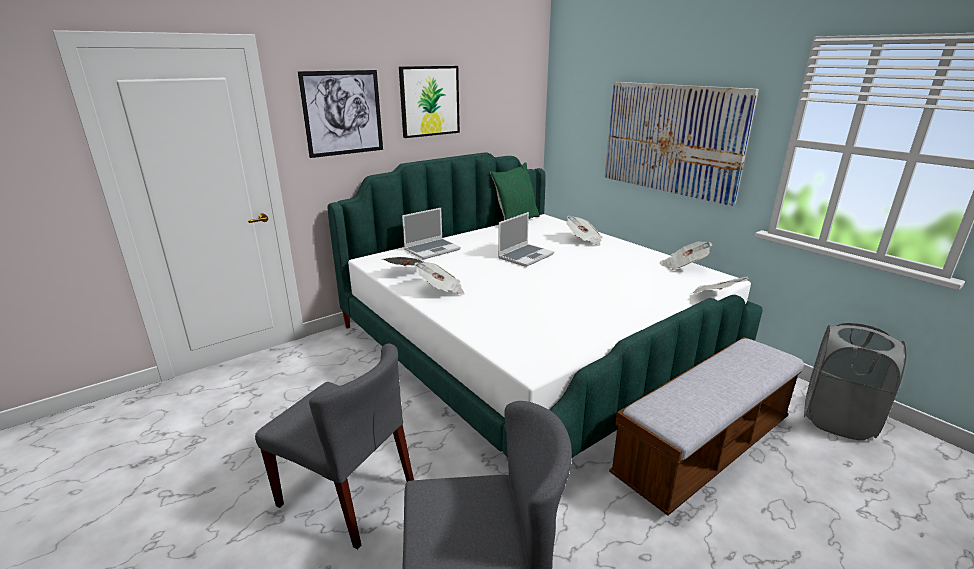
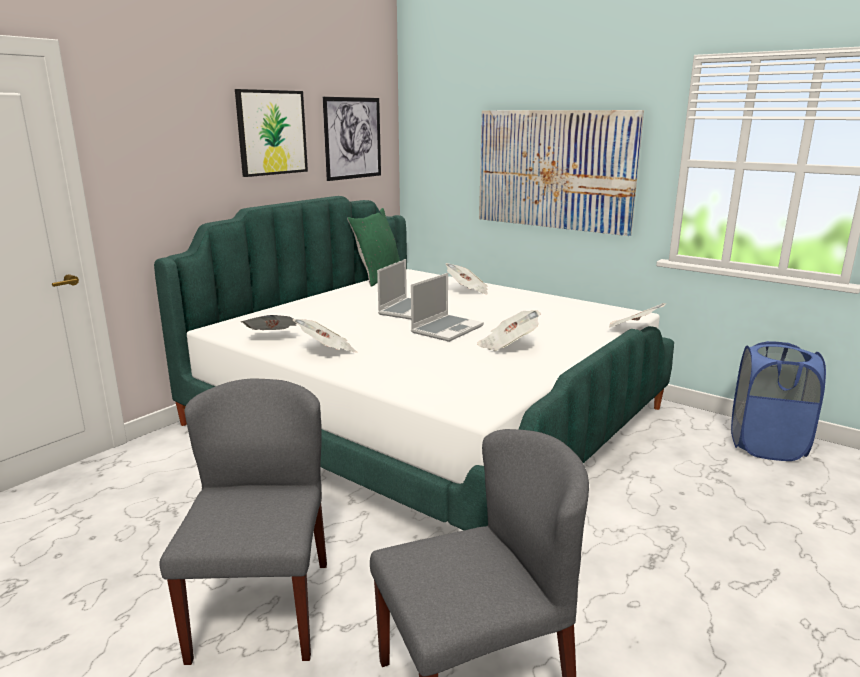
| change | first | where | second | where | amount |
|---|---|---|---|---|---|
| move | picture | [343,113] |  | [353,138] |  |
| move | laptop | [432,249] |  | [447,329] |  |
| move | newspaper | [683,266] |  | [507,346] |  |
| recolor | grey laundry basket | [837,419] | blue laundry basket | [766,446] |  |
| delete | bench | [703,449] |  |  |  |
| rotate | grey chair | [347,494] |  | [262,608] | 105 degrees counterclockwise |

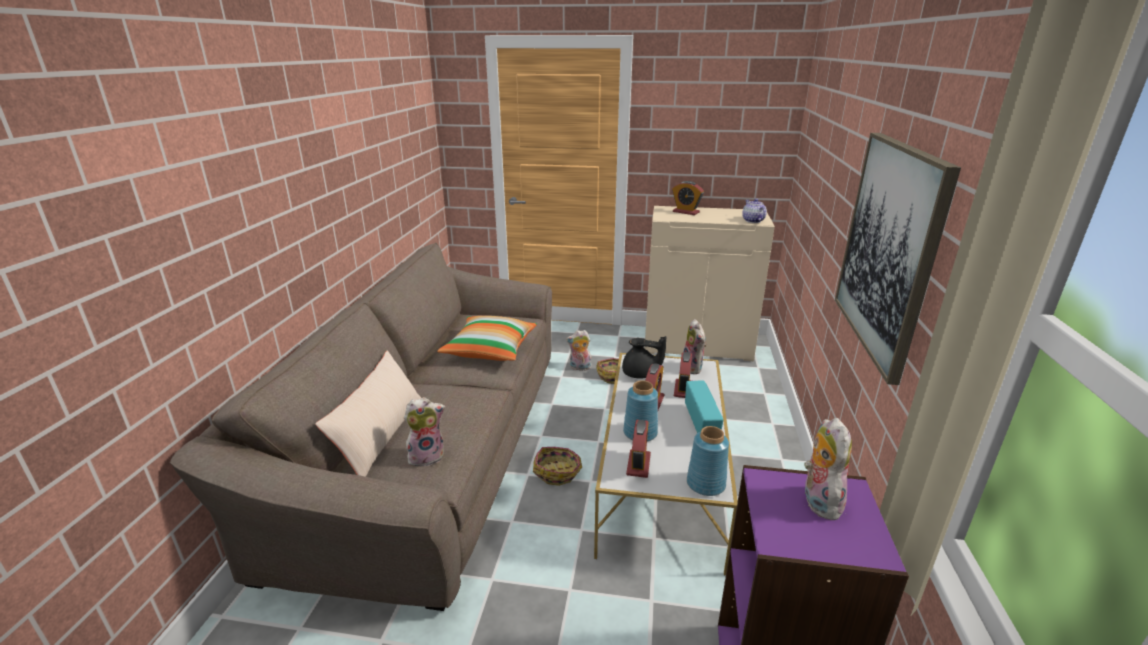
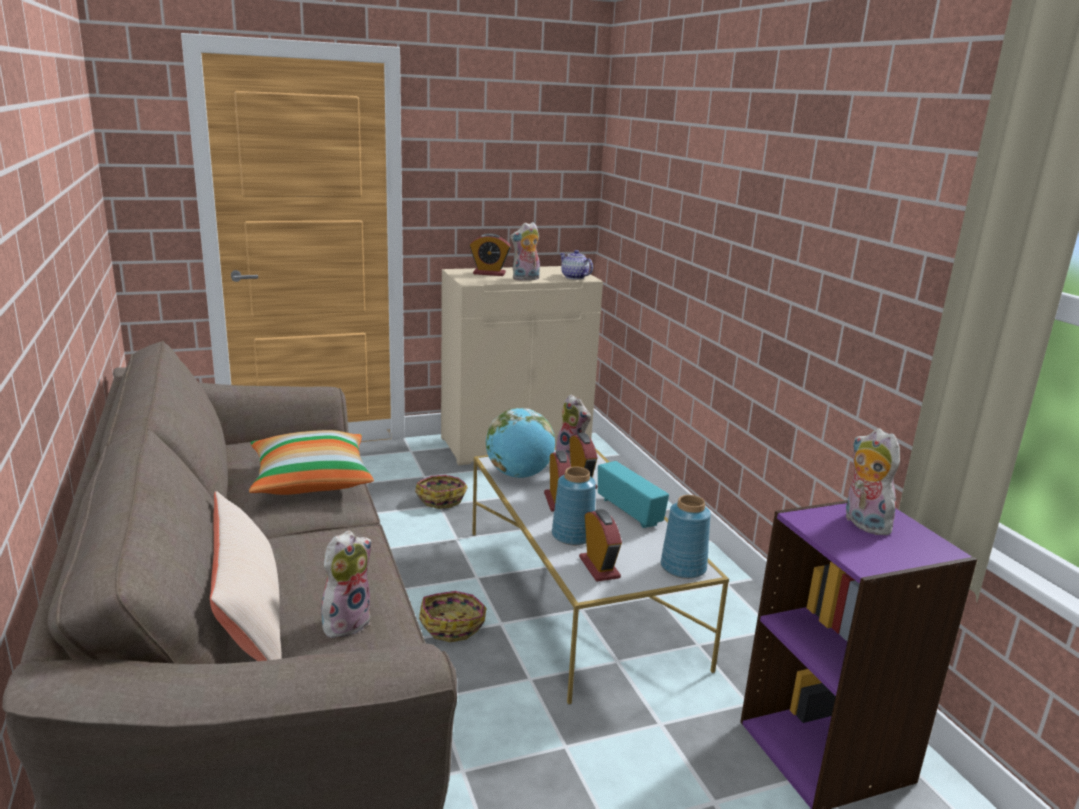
| change | first | where | second | where | amount |
|---|---|---|---|---|---|
| delete | picture | [889,249] |  |  |  |
| move | plush toy | [579,368] |  | [525,279] |  |
| replace | black teapot | [640,374] | globe | [519,475] |  |

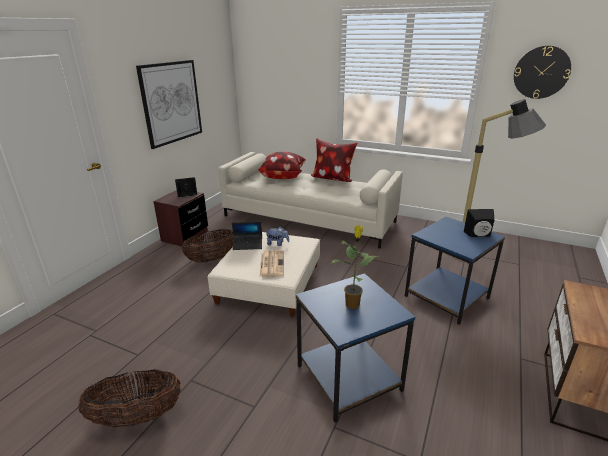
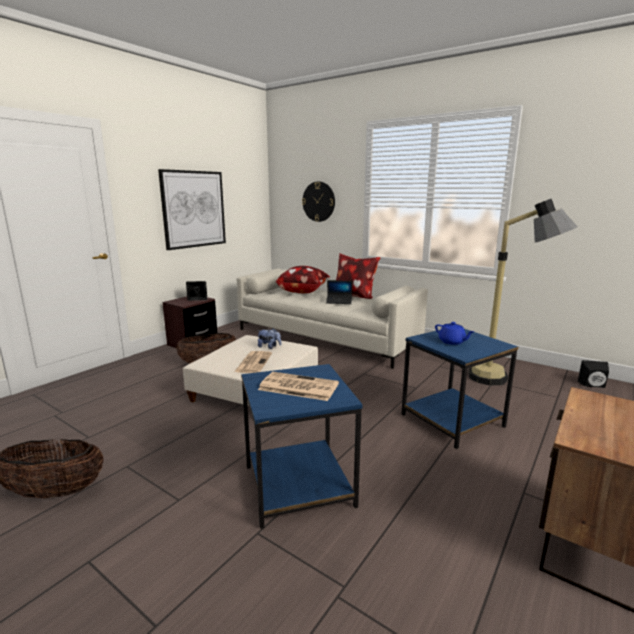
| change | first | where | second | where | amount |
|---|---|---|---|---|---|
| move | wall clock | [541,72] |  | [318,201] |  |
| move | black speaker | [478,235] |  | [593,385] |  |
| move | laptop | [248,245] |  | [339,302] |  |
| replace | potted plant | [352,304] | newspaper | [297,387] |  |
| insert |  |  | blue teapot | [452,342] |  |

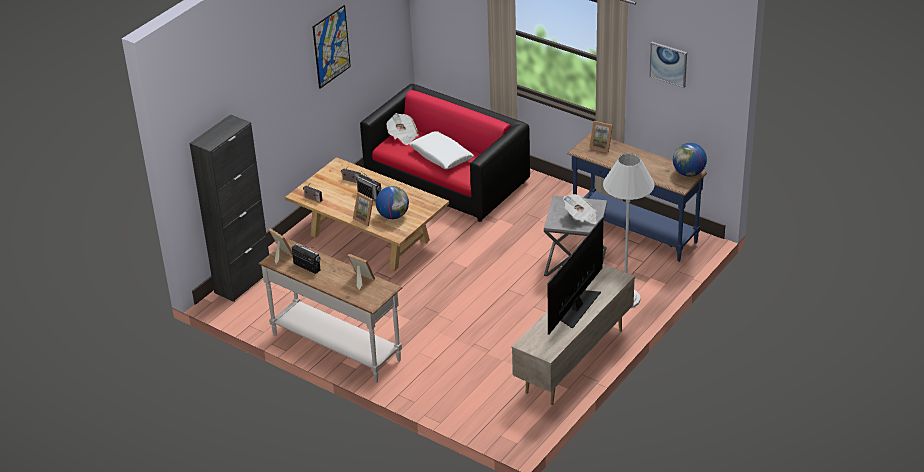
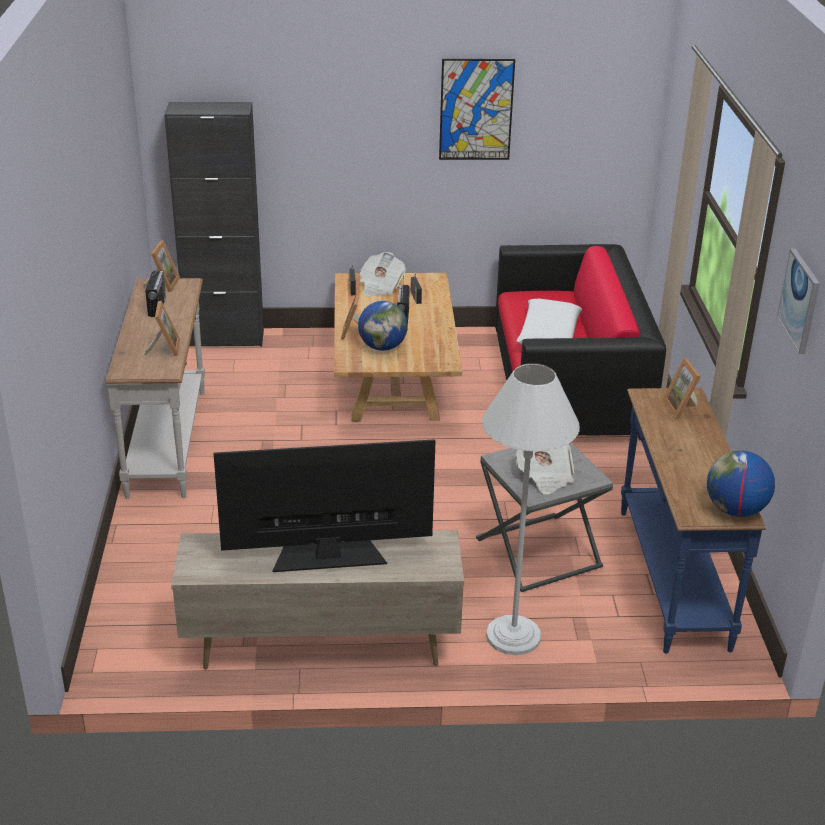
| change | first | where | second | where | amount |
|---|---|---|---|---|---|
| move | newspaper | [402,136] |  | [380,287] |  |

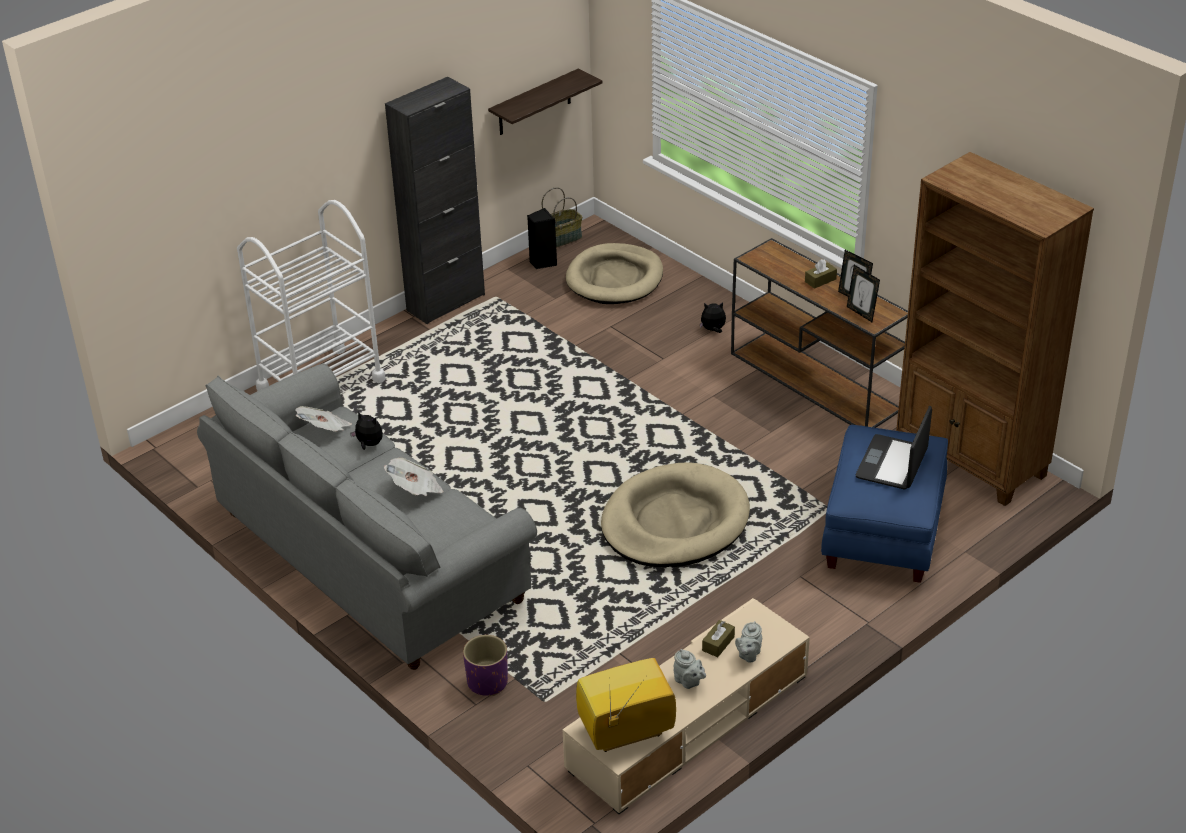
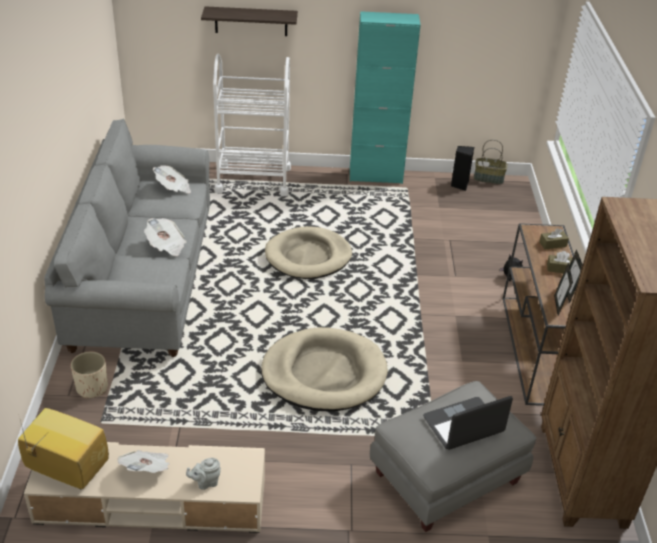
| change | first | where | second | where | amount |
|---|---|---|---|---|---|
| move | shelf | [534,103] |  | [251,21] |  |
| recolor | black cabinet | [446,302] | turquoise cabinet | [375,176] |  |
| move | beige dog bed | [615,278] |  | [308,256] |  |
| delete | plush toy | [369,444] |  |  |  |
| recolor | blue ottoman | [883,533] | grey ottoman | [446,478] |  |
| move | brown tissue box | [718,643] |  | [552,244] |  |
| recolor | purple planter | [487,682] | beige planter | [92,388] |  |
| replace | grey teapot | [688,682] | newspaper | [147,470] |  |

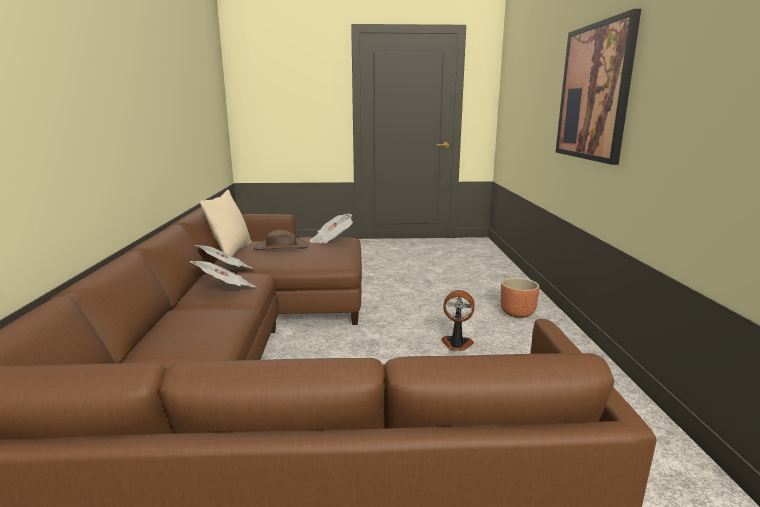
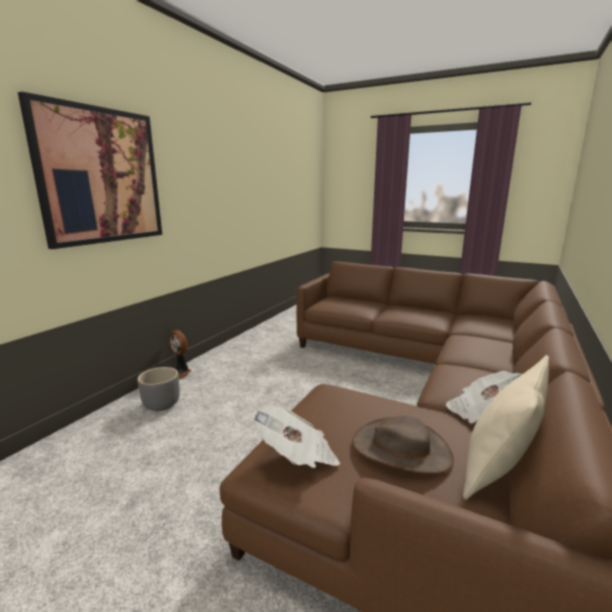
| change | first | where | second | where | amount |
|---|---|---|---|---|---|
| delete | newspaper | [226,289] |  |  |  |
| recolor | brown planter | [517,313] | grey planter | [161,405] |  |
| move | fan | [456,344] |  | [179,373] |  |

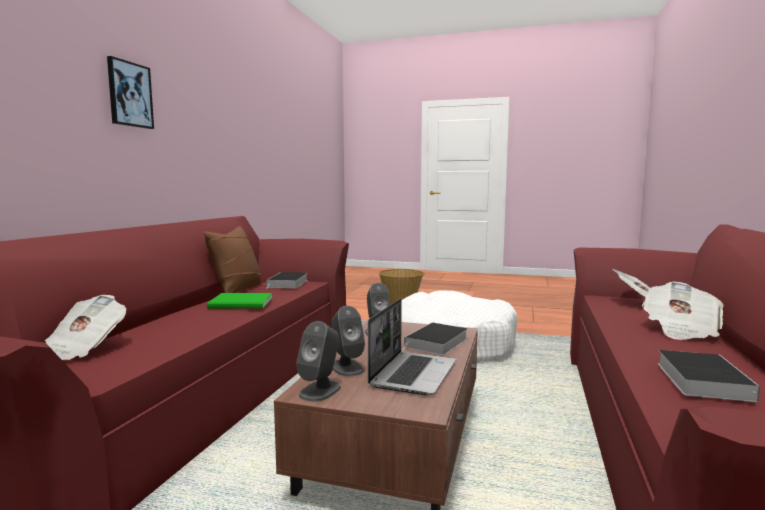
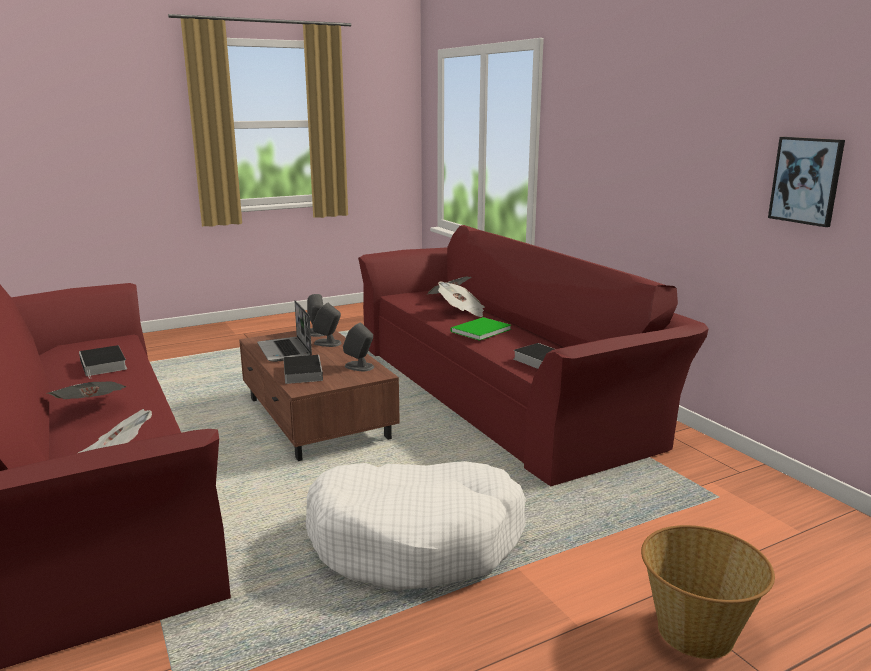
| change | first | where | second | where | amount |
|---|---|---|---|---|---|
| move | picture | [129,94] |  | [806,180] |  |
| delete | brown pillow | [237,289] |  |  |  |
| insert |  |  | newspaper | [462,312] |  |

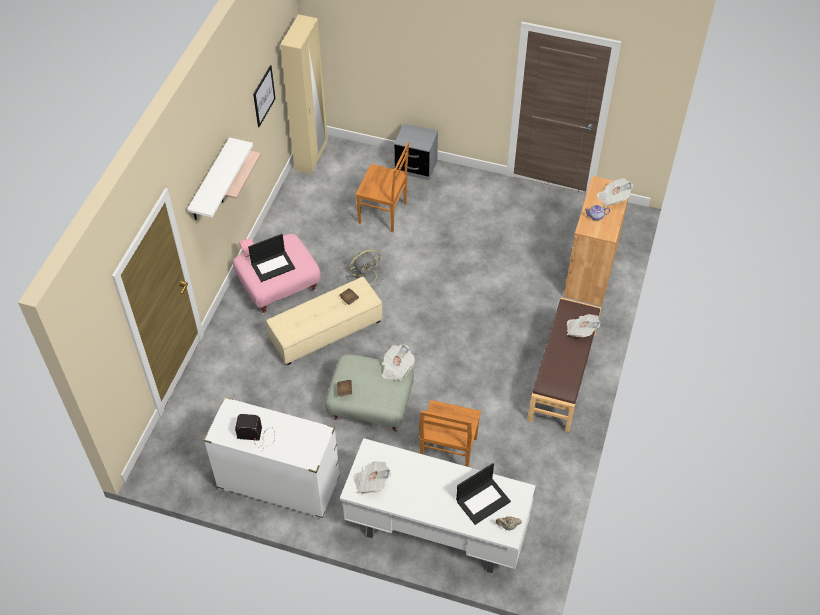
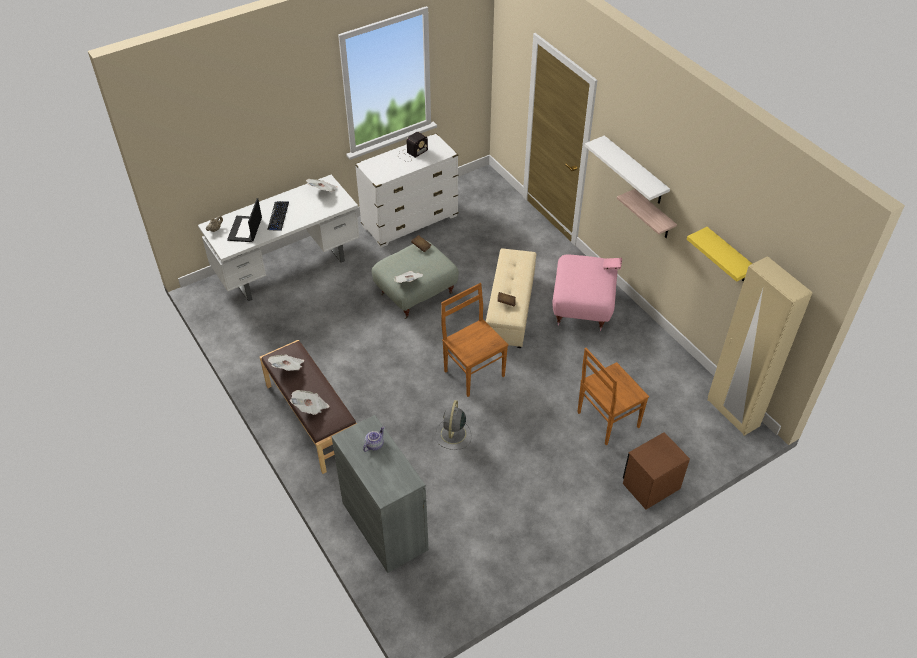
| change | first | where | second | where | amount |
|---|---|---|---|---|---|
| replace | picture | [264,96] | yellow shelf | [729,256] |  |
| recolor | grey nightstand | [416,167] | brown nightstand | [651,486] |  |
| recolor | brown cabinet | [590,272] | grey cabinet | [384,526] |  |
| move | newspaper | [613,198] |  | [288,368] |  |
| delete | laptop | [273,265] |  |  |  |
| move | grey fan | [366,276] |  | [453,434] |  |
| move | brown chair | [448,452] |  | [473,372] |  |
| insert |  |  | keyboard | [278,216] |  |

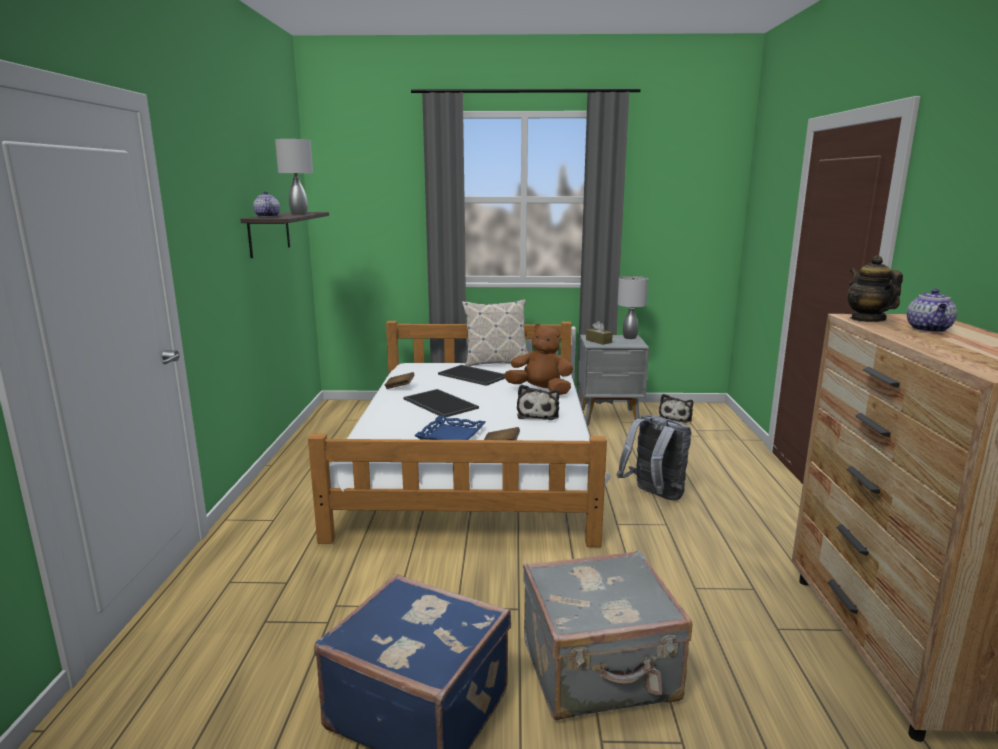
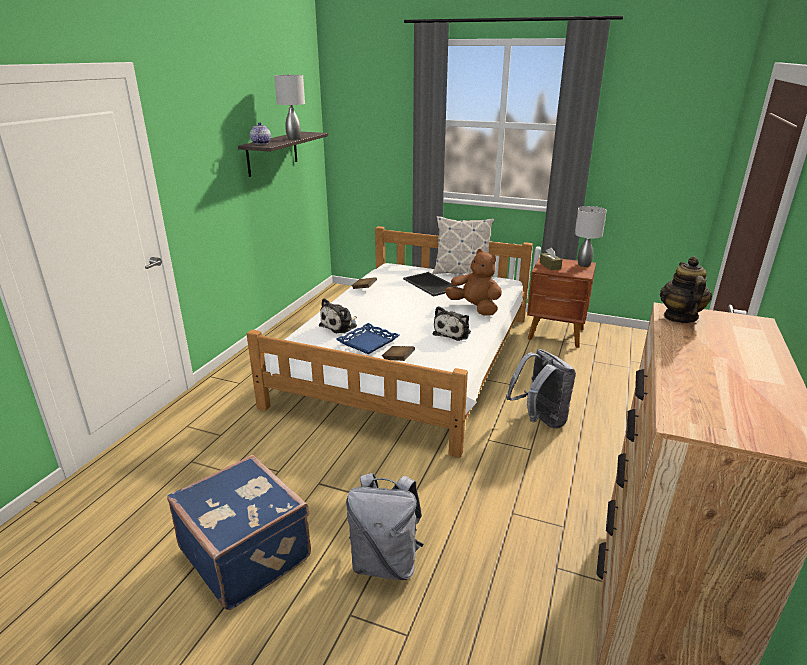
| change | first | where | second | where | amount |
|---|---|---|---|---|---|
| delete | teapot | [929,329] |  |  |  |
| recolor | grey nightstand | [610,417] | brown nightstand | [556,334] |  |
| delete | tray | [439,403] |  |  |  |
| move | plush toy | [675,417] |  | [340,325] |  |
| replace | grey suitcase | [600,672] | grey backpack | [385,562] |  |

